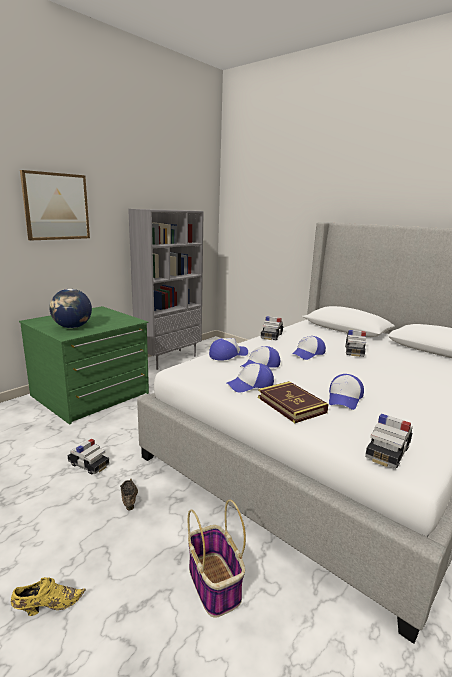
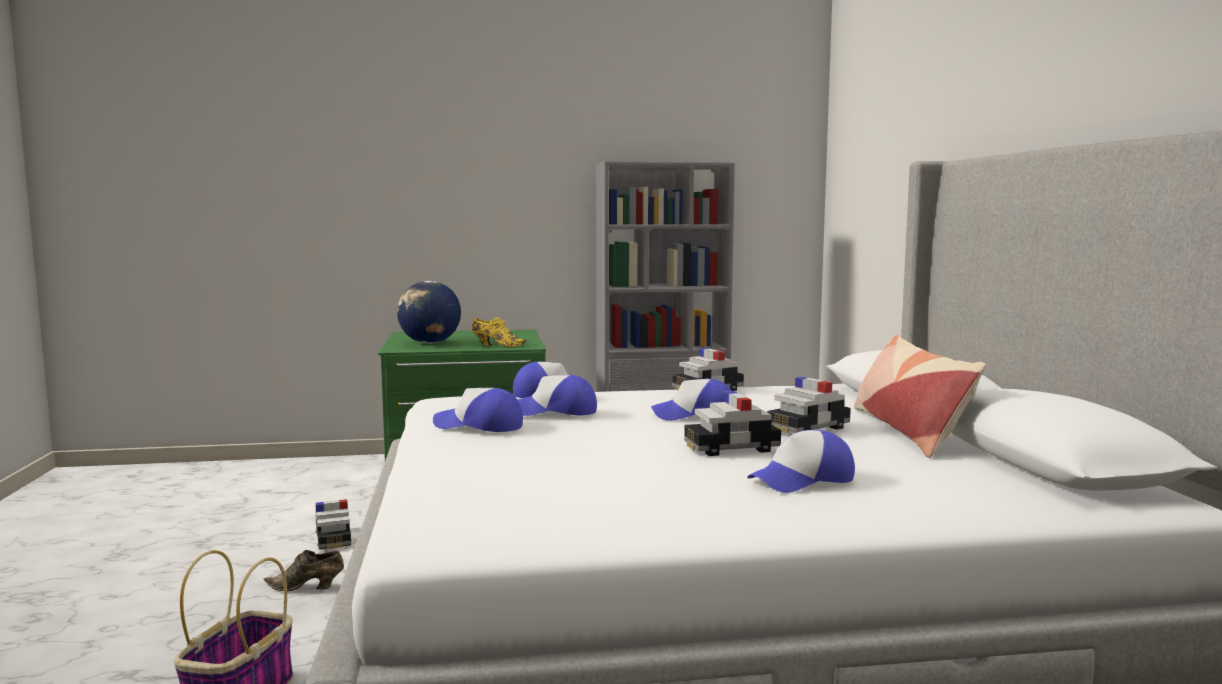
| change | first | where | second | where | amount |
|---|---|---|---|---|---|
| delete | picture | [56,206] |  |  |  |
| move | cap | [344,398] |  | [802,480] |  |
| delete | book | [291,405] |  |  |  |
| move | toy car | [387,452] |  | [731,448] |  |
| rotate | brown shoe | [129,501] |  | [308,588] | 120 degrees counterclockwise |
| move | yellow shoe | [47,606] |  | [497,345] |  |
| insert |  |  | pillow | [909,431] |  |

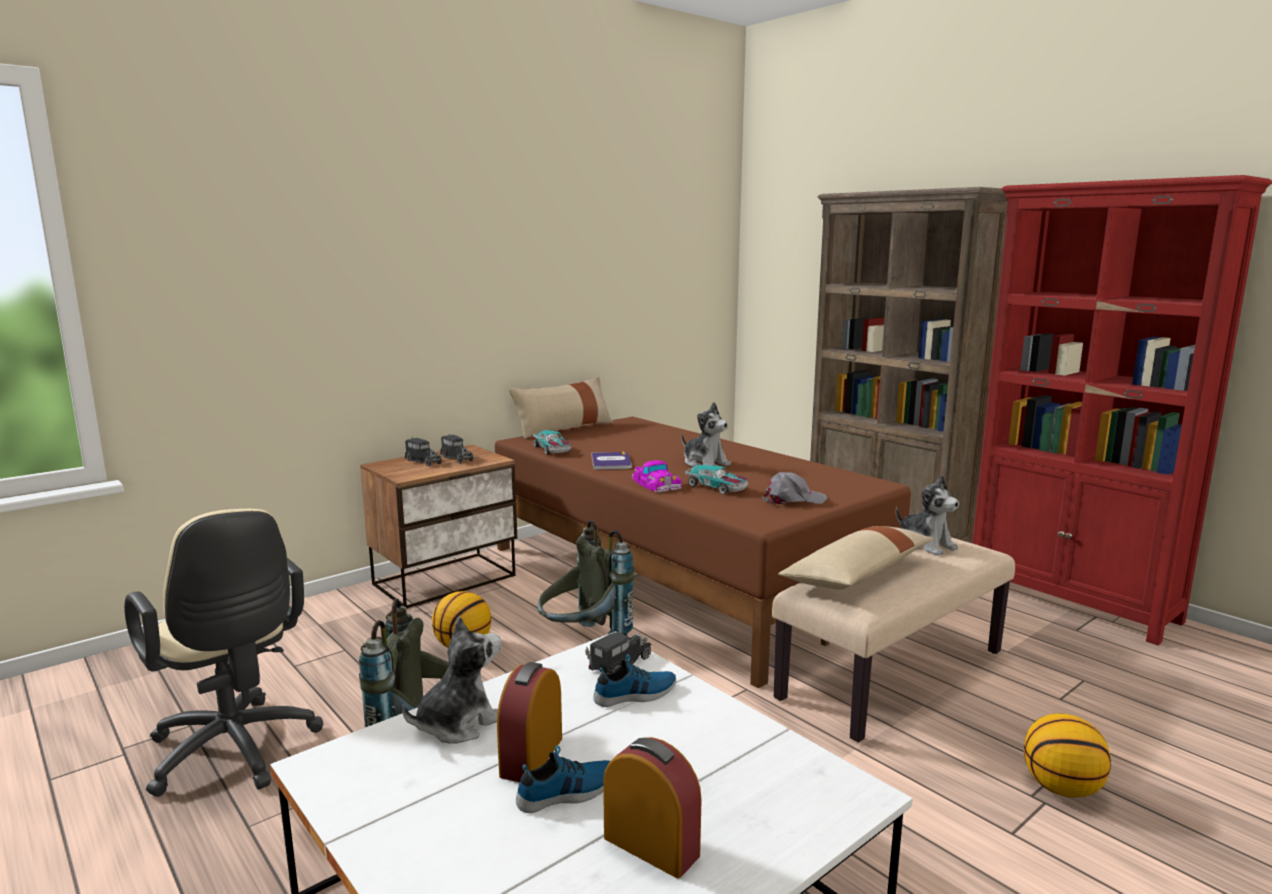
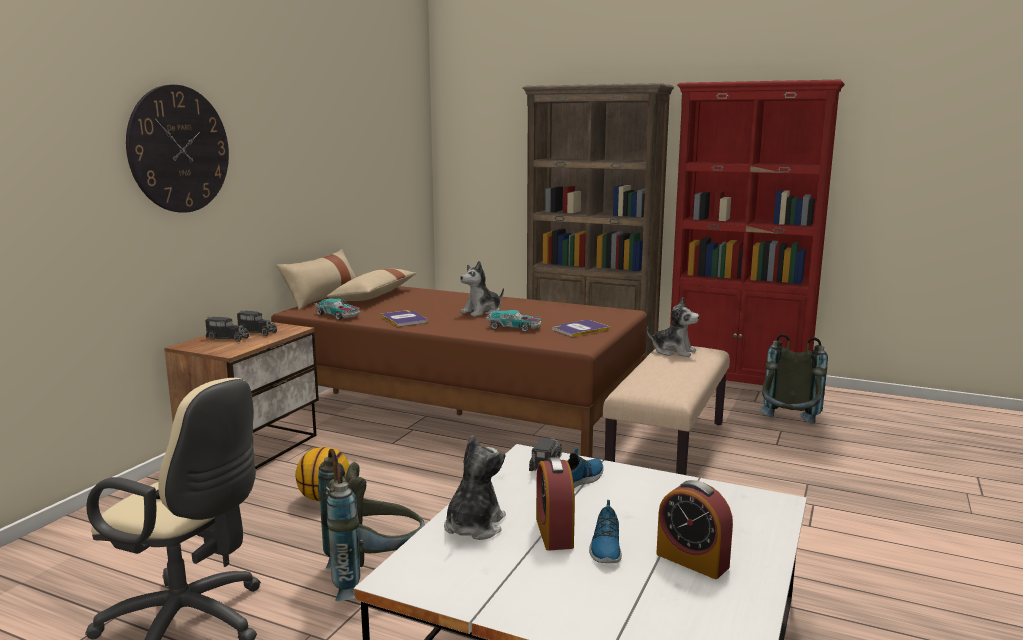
| change | first | where | second | where | amount |
|---|---|---|---|---|---|
| rotate | plush toy | [705,463] |  | [482,312] | 120 degrees clockwise |
| delete | toy car | [655,483] |  |  |  |
| replace | grey cap | [793,499] | book | [580,329] |  |
| move | grey backpack | [583,642] |  | [788,426] |  |
| move | beige pillow | [857,574] |  | [374,296] |  |
| delete | basketball | [1061,788] |  |  |  |
| rotate | alarm clock | [651,846] |  | [692,560] | 150 degrees counterclockwise |
| rotate | shoe | [568,793] |  | [605,546] | 150 degrees clockwise |
| insert |  |  | wall clock | [179,149] |  |

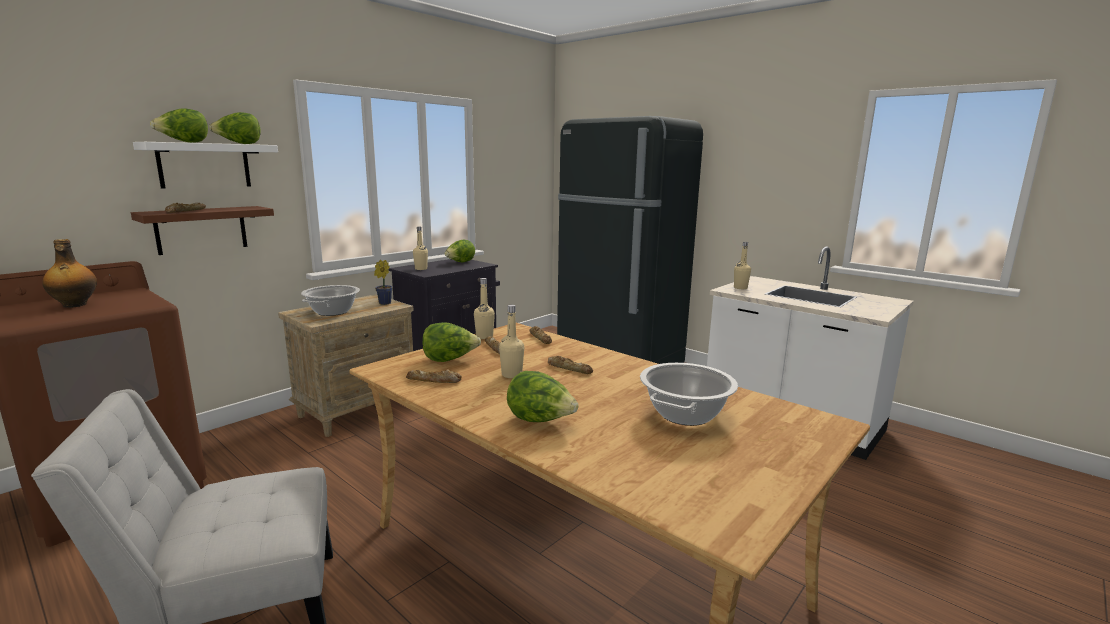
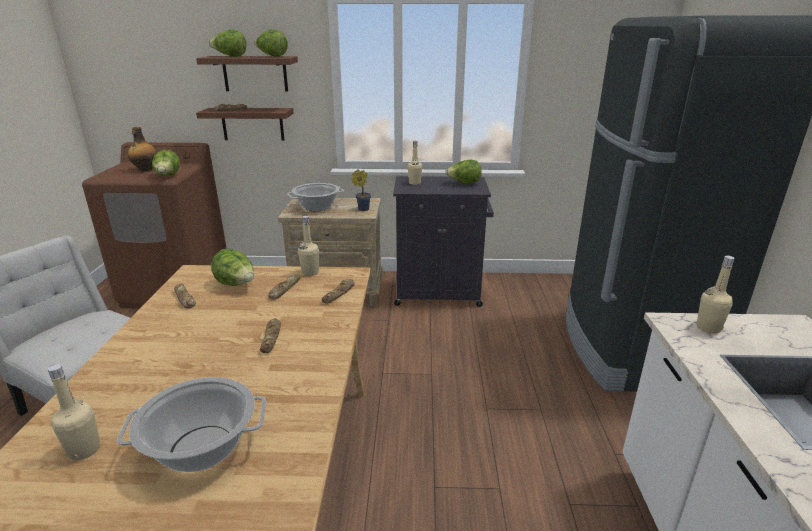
| change | first | where | second | where | amount |
|---|---|---|---|---|---|
| recolor | white shelf | [204,165] | brown shelf | [255,73] |  |
| move | beige bottle | [511,375] |  | [84,450] |  |
| move | lettuce | [540,421] |  | [168,176] |  |

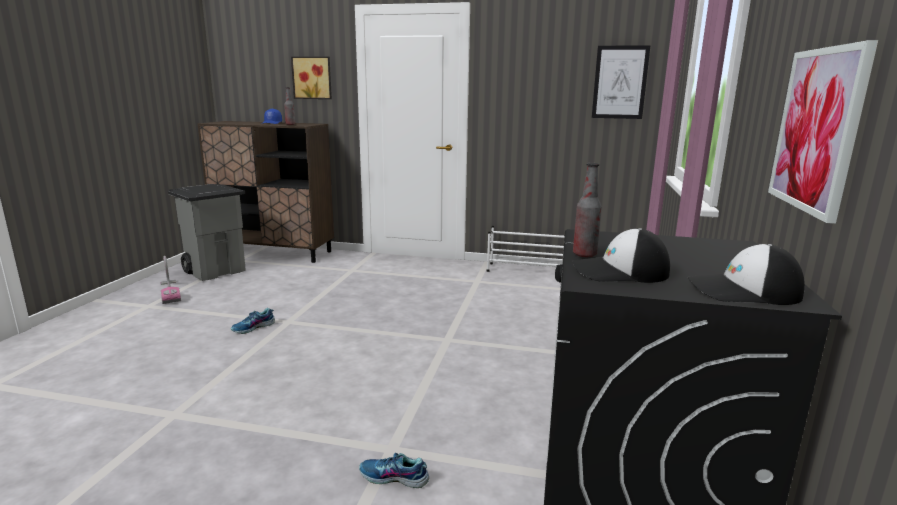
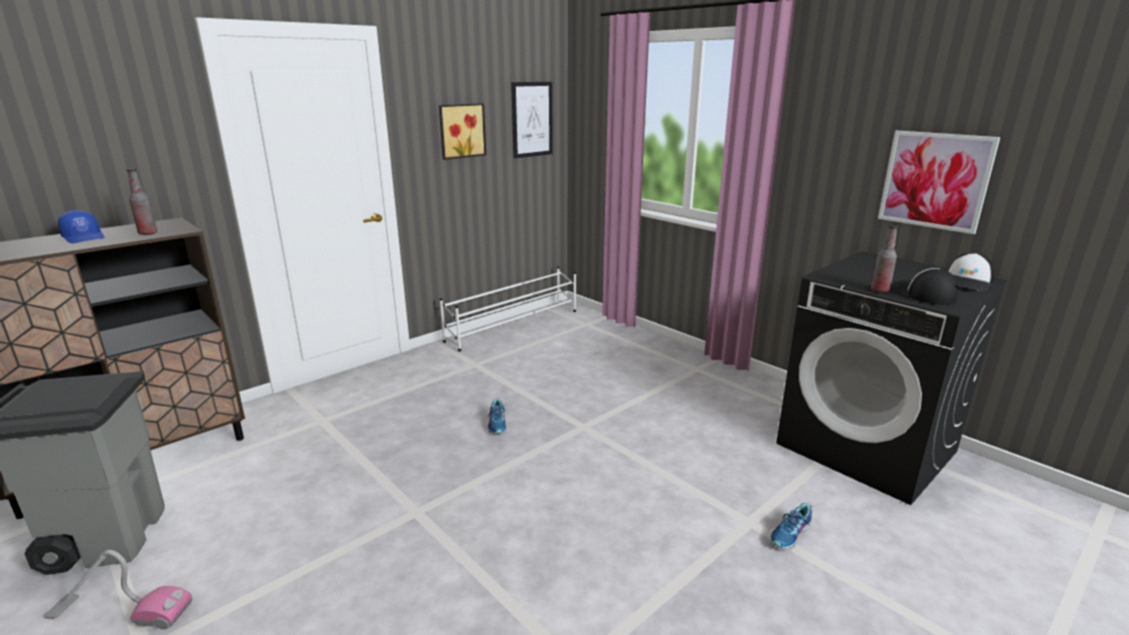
| change | first | where | second | where | amount |
|---|---|---|---|---|---|
| move | picture | [312,78] |  | [461,131] |  |
| rotate | cap | [619,271] |  | [923,293] | 135 degrees clockwise |
| move | shoe | [253,328] |  | [497,424] |  |

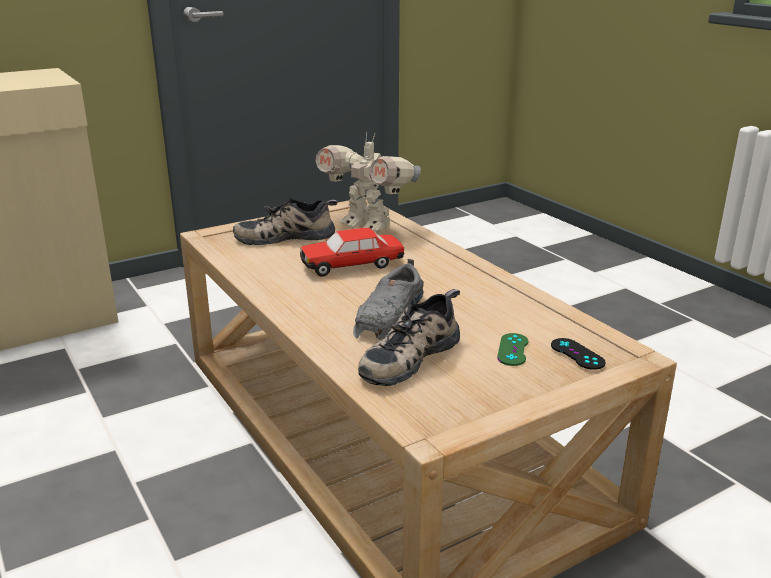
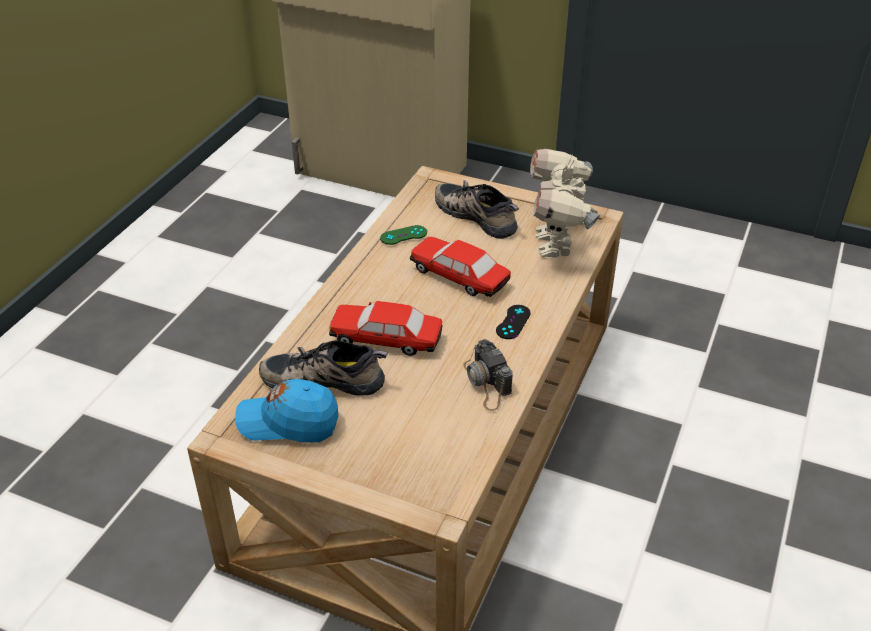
| change | first | where | second | where | amount |
|---|---|---|---|---|---|
| replace | grey shoe | [389,315] | toy car | [386,339] |  |
| move | green game controller | [513,349] |  | [403,235] |  |
| move | black game controller | [577,354] |  | [513,322] |  |
| insert |  |  | photo camera | [487,383] |  |
| insert |  |  | blue cap | [288,422] |  |

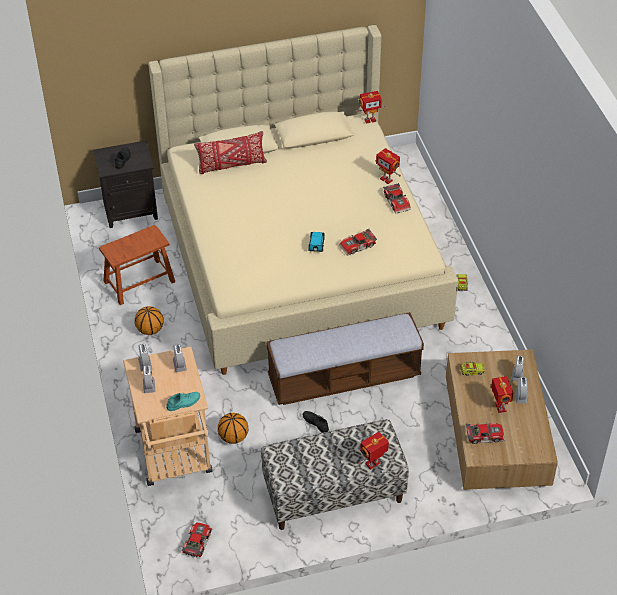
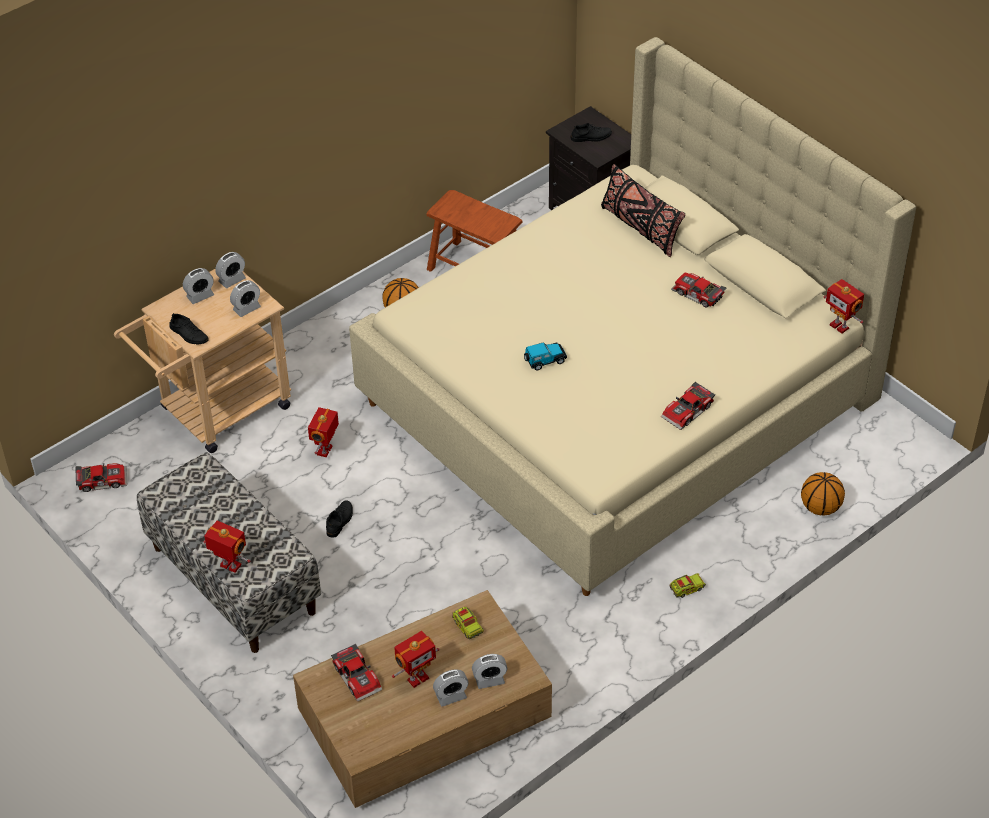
| change | first | where | second | where | amount |
|---|---|---|---|---|---|
| recolor | red pillow | [231,165] | black pillow | [640,228] |  |
| move | toy robot | [386,179] |  | [325,450] |  |
| move | toy car | [358,246] |  | [697,295] |  |
| delete | bench | [344,377] |  |  |  |
| recolor | turquoise shoe | [183,403] | black shoe | [189,334] |  |
| move | basketball | [234,437] |  | [820,508] |  |

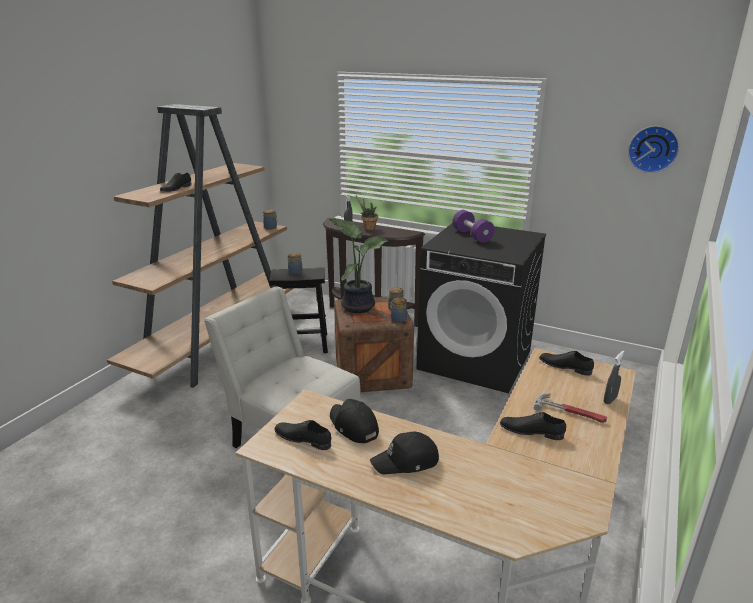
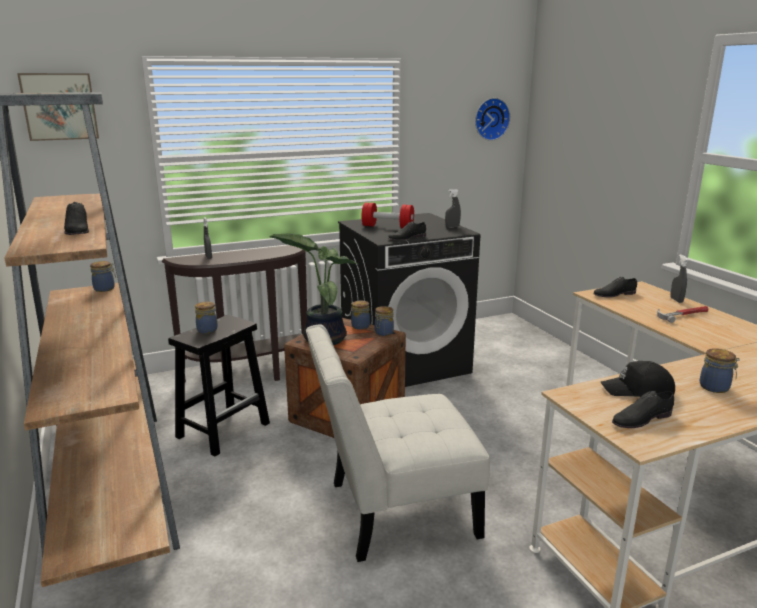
| change | first | where | second | where | amount |
|---|---|---|---|---|---|
| delete | potted plant | [368,228] |  |  |  |
| recolor | purple dumbbell | [472,236] | red dumbbell | [387,227] |  |
| move | black shoe | [531,430] |  | [406,238] |  |
| replace | black cap | [406,461] | jar | [715,387] |  |
| insert |  |  | picture | [60,106] |  |
| insert |  |  | grey spray bottle | [452,227] |  |

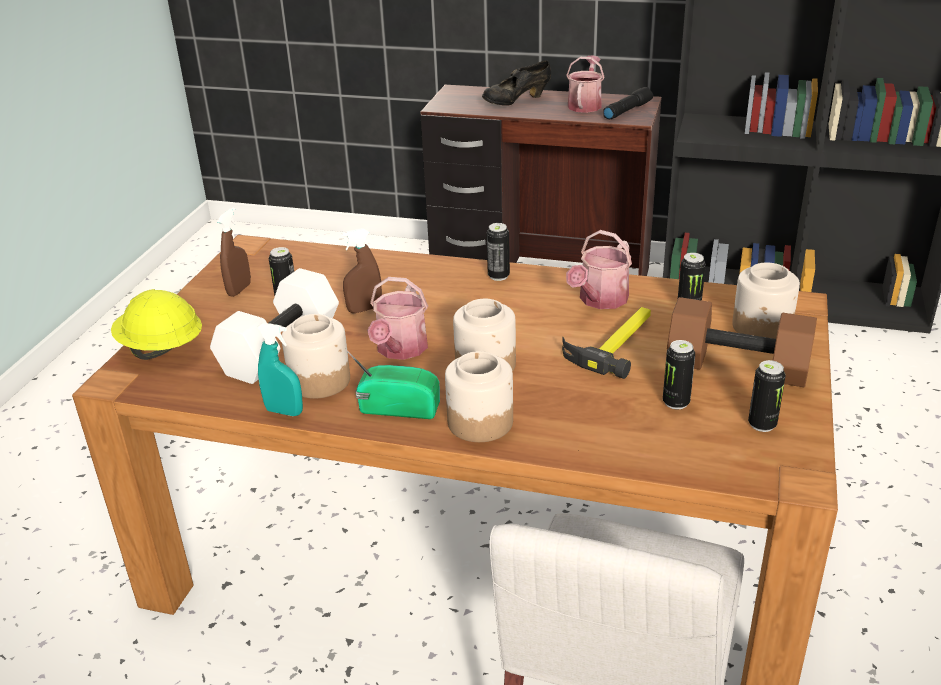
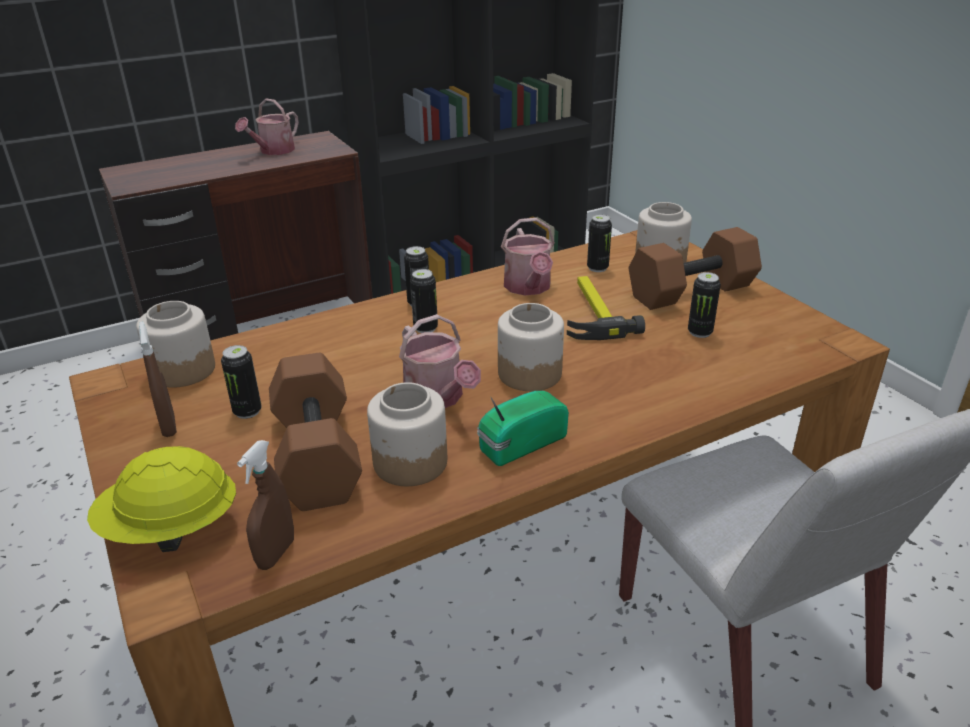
| change | first | where | second | where | amount |
|---|---|---|---|---|---|
| rotate | watering can | [585,104] |  | [273,151] | 120 degrees counterclockwise |
| delete | black shoe | [516,102] |  |  |  |
| delete | black flashlight | [627,110] |  |  |  |
| move | brown spray bottle | [364,309] |  | [276,554] |  |
| recolor | white dumbbell | [279,347] | brown dumbbell | [314,455] |  |
| delete | turquoise spray bottle | [284,411] |  |  |  |
| move | jar | [480,422] |  | [182,370] |  |
| move | can | [762,424] |  | [425,328] |  |

